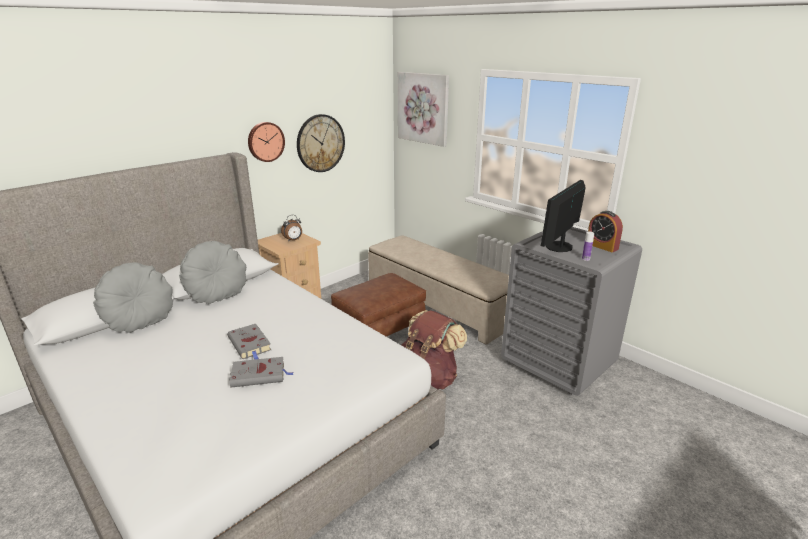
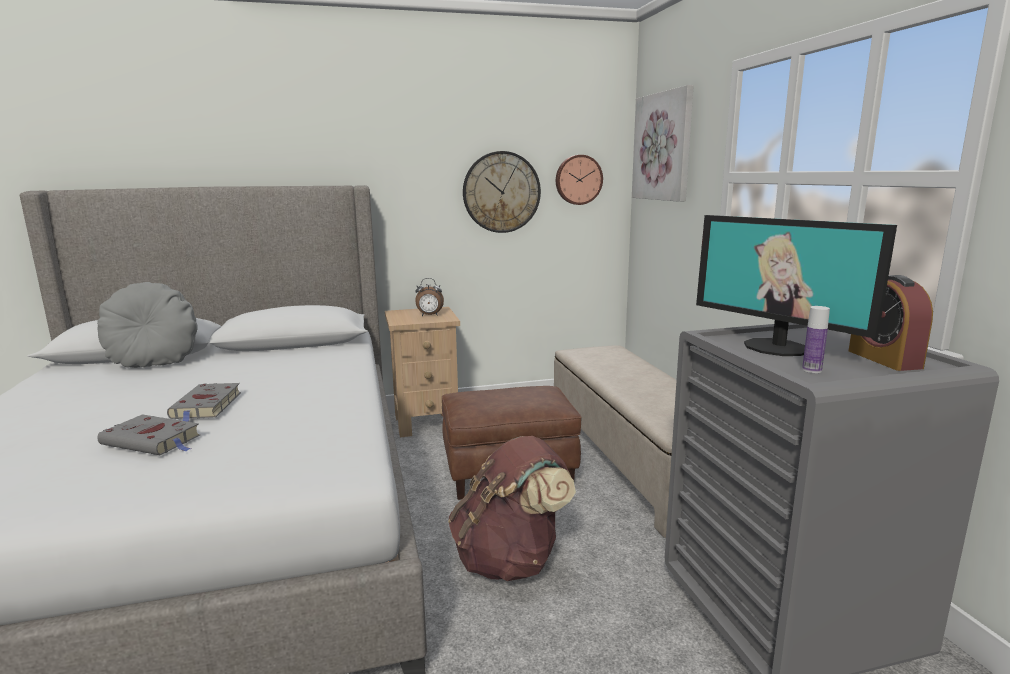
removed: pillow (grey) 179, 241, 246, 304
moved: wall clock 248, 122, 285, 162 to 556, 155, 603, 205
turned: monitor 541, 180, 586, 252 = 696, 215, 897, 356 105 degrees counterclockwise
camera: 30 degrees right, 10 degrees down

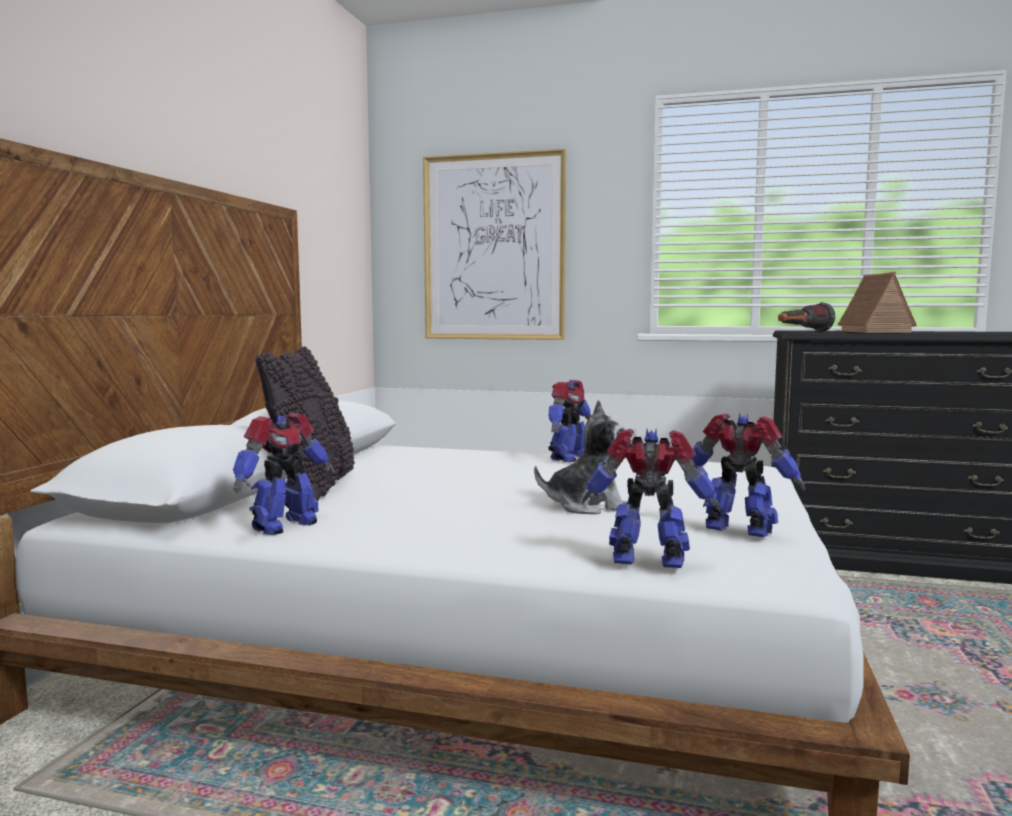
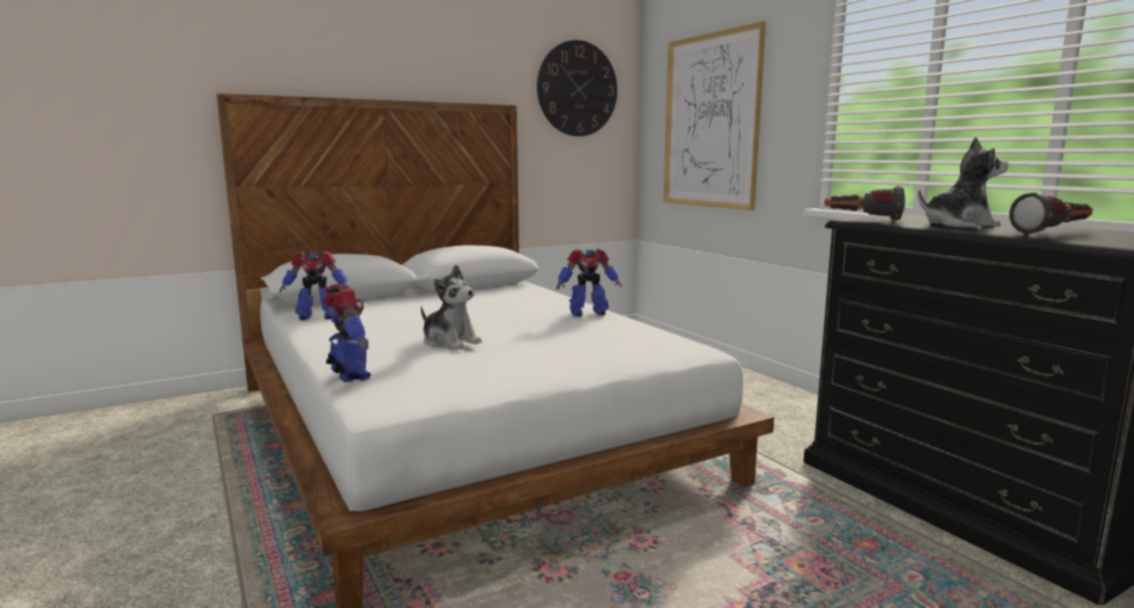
removed: pillow (black) 255, 346, 355, 501; toy robot 684, 413, 805, 537
added: wall clock 537, 40, 617, 136; flashlight 1009, 192, 1093, 234
replaced: toy house 836, 272, 917, 333 to plush toy 918, 137, 1009, 228
camera: 45 degrees right, 5 degrees up

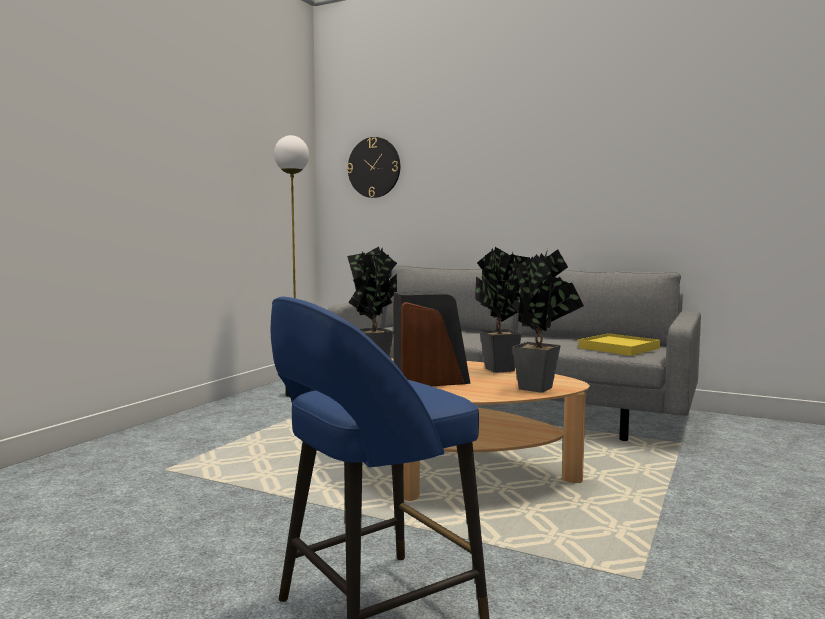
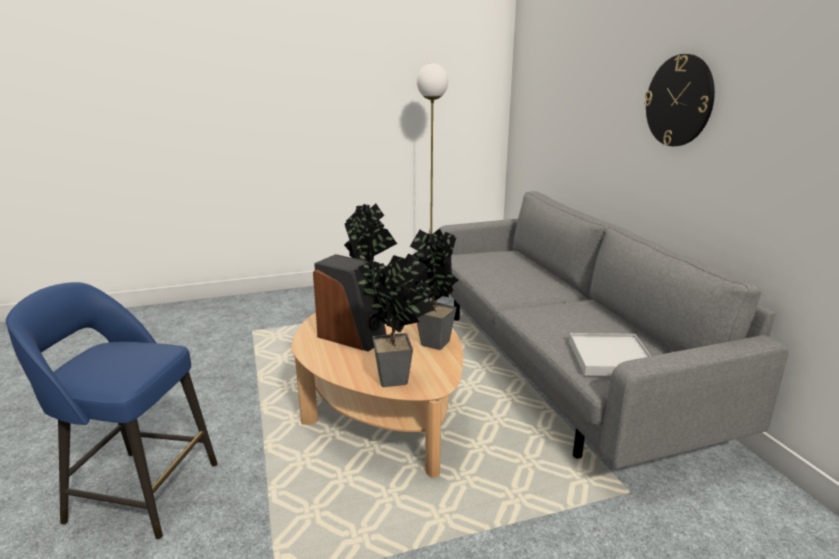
moved: wall clock 347, 137, 400, 198 to 644, 54, 715, 146
recoloured: tray (yellow) 578, 333, 660, 356 to tray (white) 569, 333, 651, 376
camera: 45 degrees right, 15 degrees up

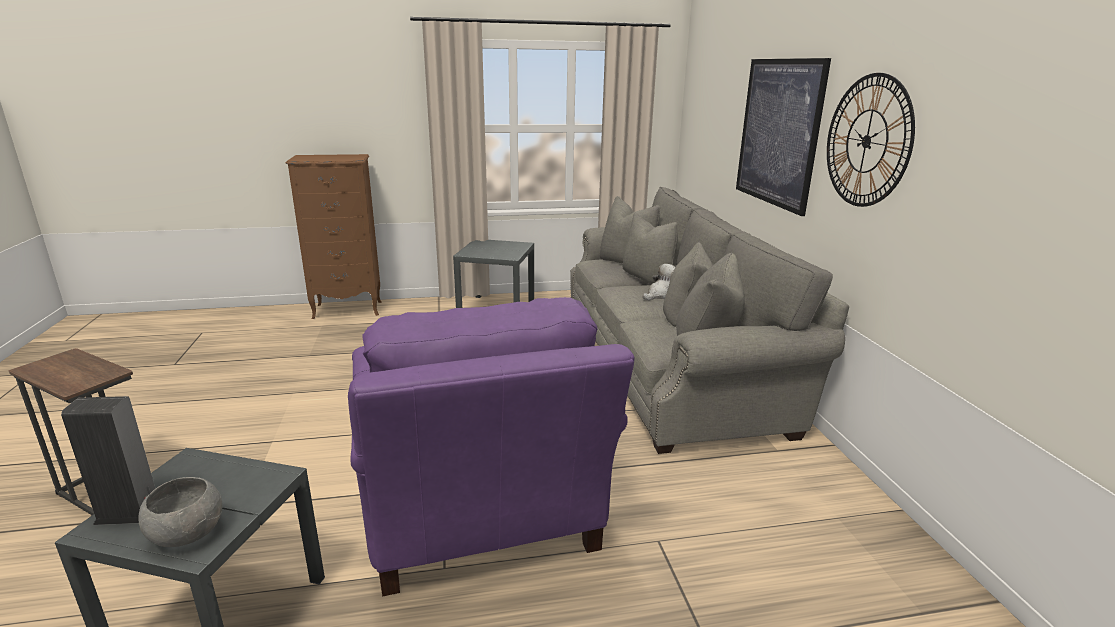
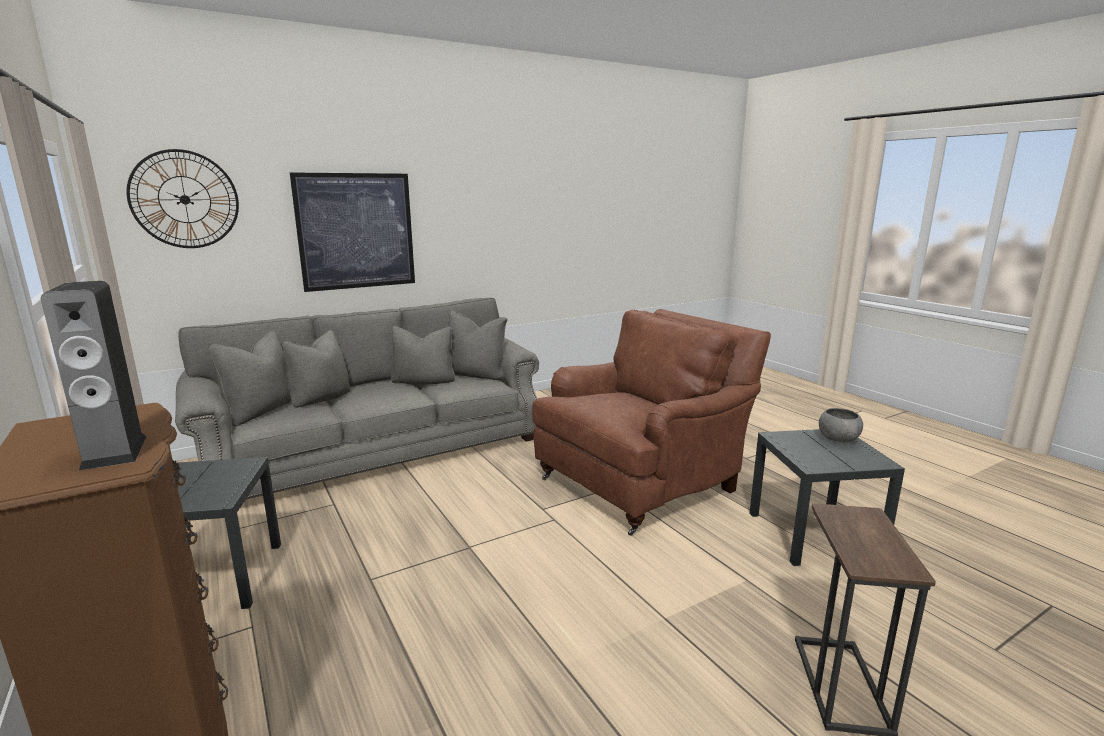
removed: plush toy 643, 264, 675, 300
moved: speaker 61, 396, 155, 525 to 41, 281, 146, 470; wall clock 827, 73, 915, 207 to 126, 149, 239, 248
recoloured: armchair (purple) 348, 297, 635, 597 to armchair (brown) 532, 309, 771, 536
camera: 110 degrees left, 5 degrees down

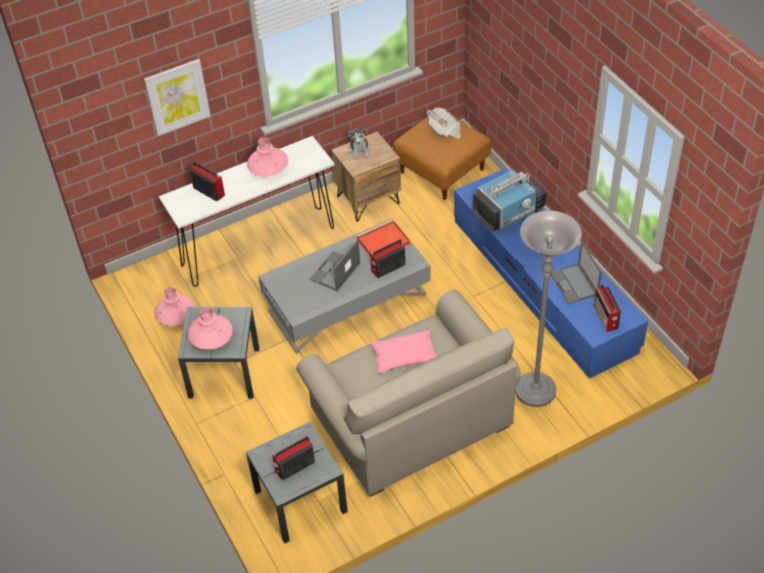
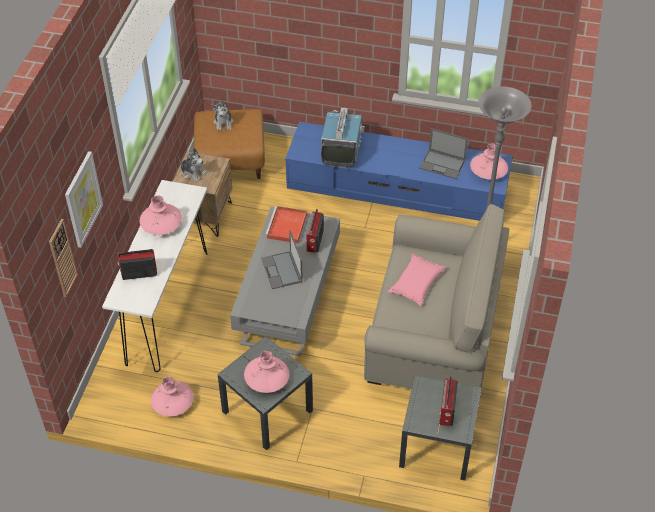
added: wall clock 49, 219, 78, 297
replaced: newspaper 427, 108, 460, 138 to plush toy 211, 101, 234, 131; radio 594, 284, 621, 332 to vase (pink) 470, 144, 508, 180
camera: 50 degrees left, 0 degrees up

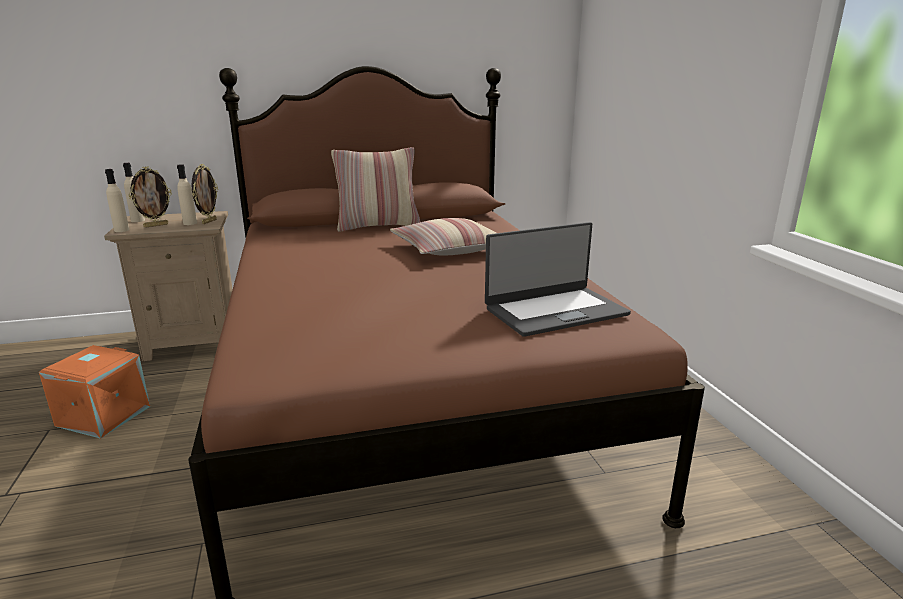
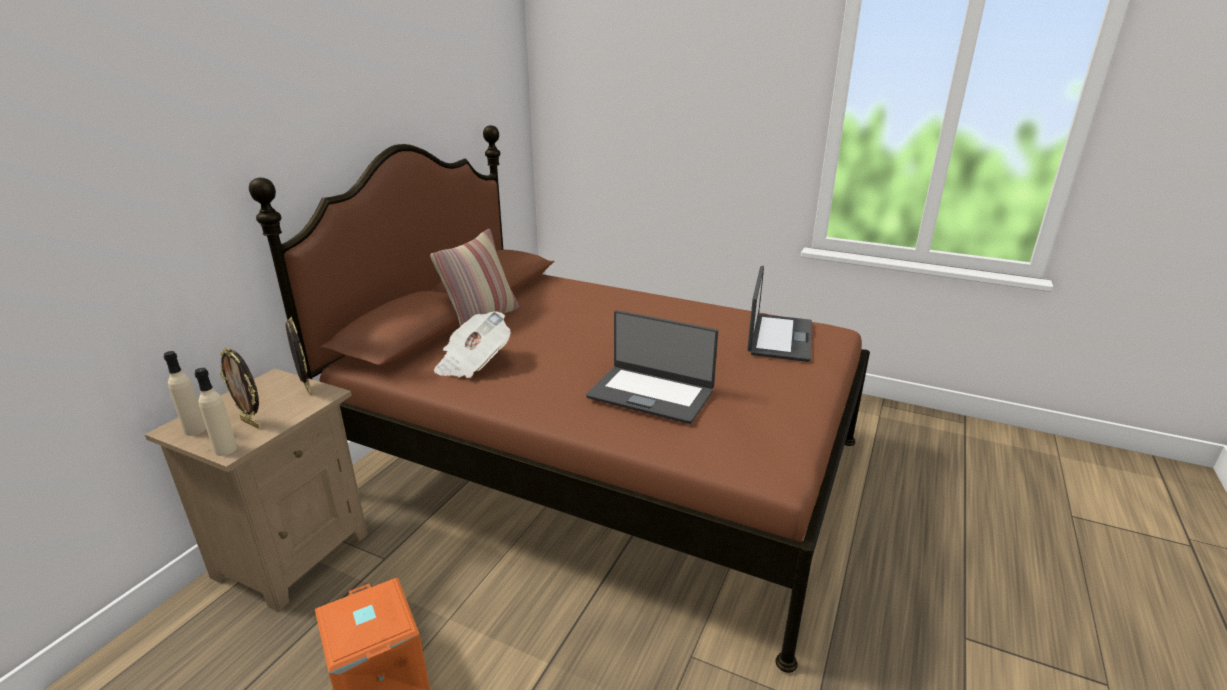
removed: bottle (beige) 177, 164, 197, 225; pillow 390, 218, 496, 256
added: newspaper 434, 311, 511, 378; laptop 586, 310, 718, 424
turned: picture frame 129, 166, 172, 228 = 220, 347, 260, 429 120 degrees clockwise
camera: 50 degrees left, 5 degrees up

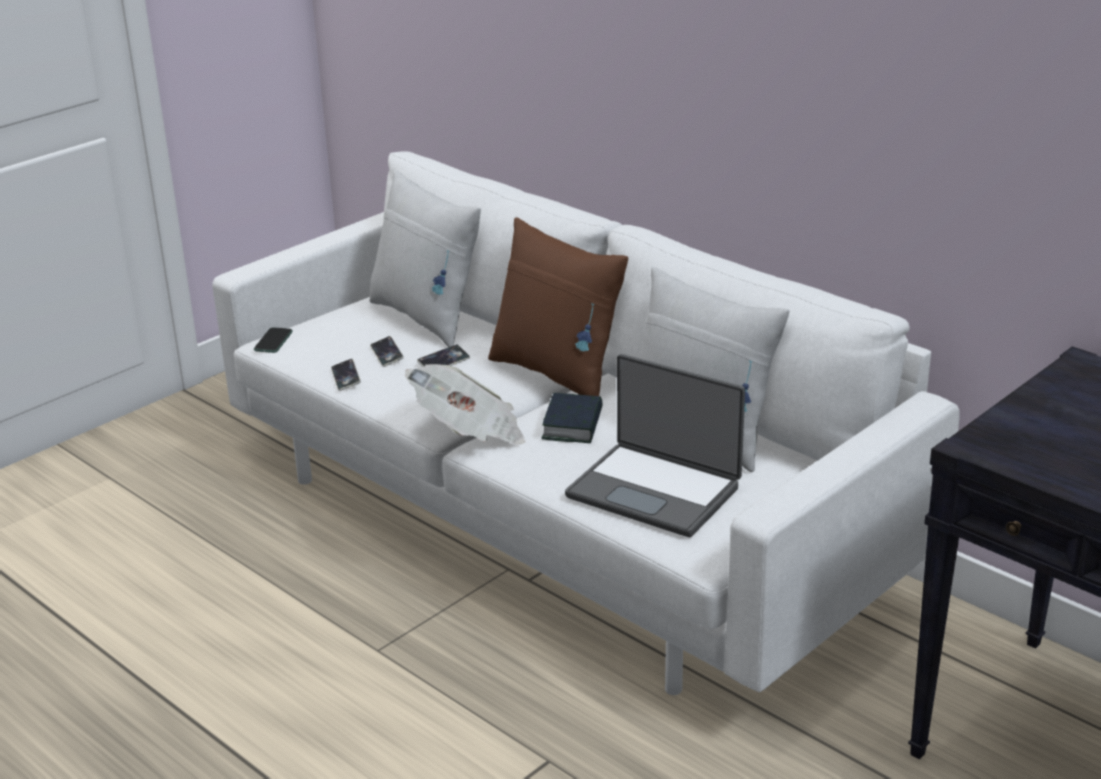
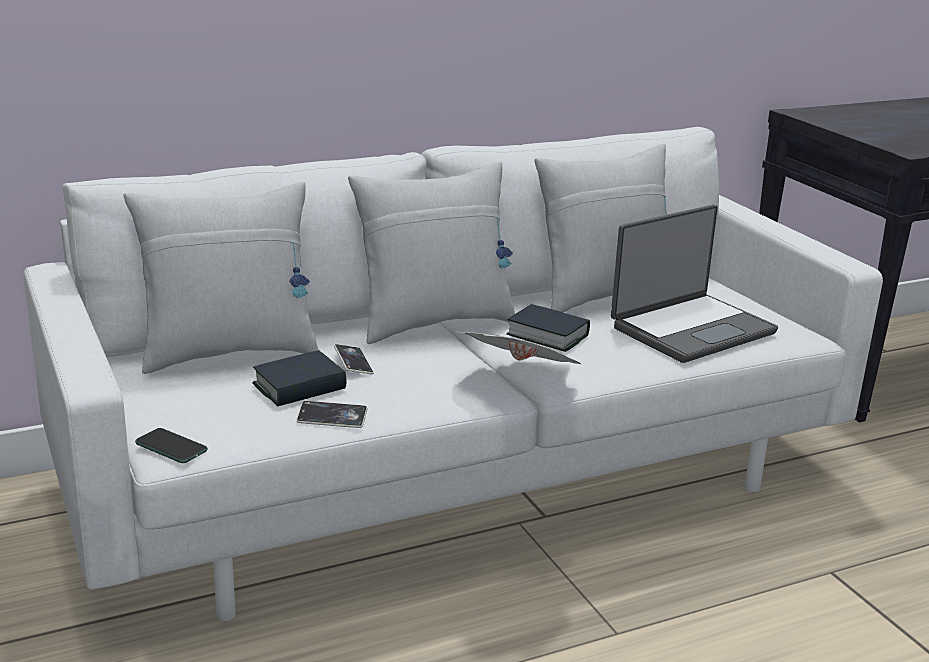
replaced: phone 370, 336, 404, 367 to book 252, 350, 347, 407
recoloured: pillow (brown) 488, 217, 628, 396 to pillow (grey) 348, 161, 515, 344
camera: 70 degrees left, 5 degrees down

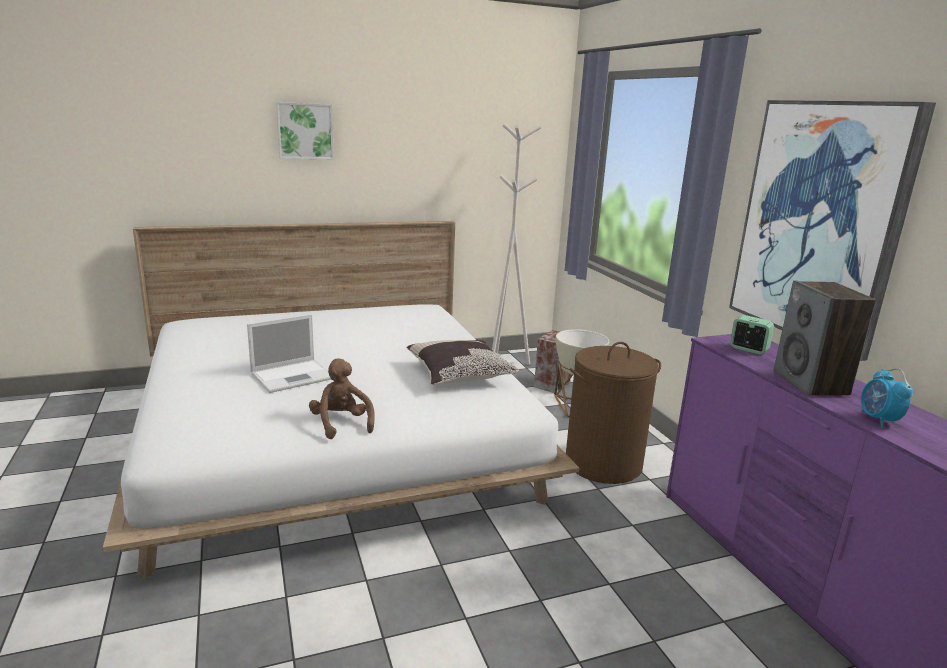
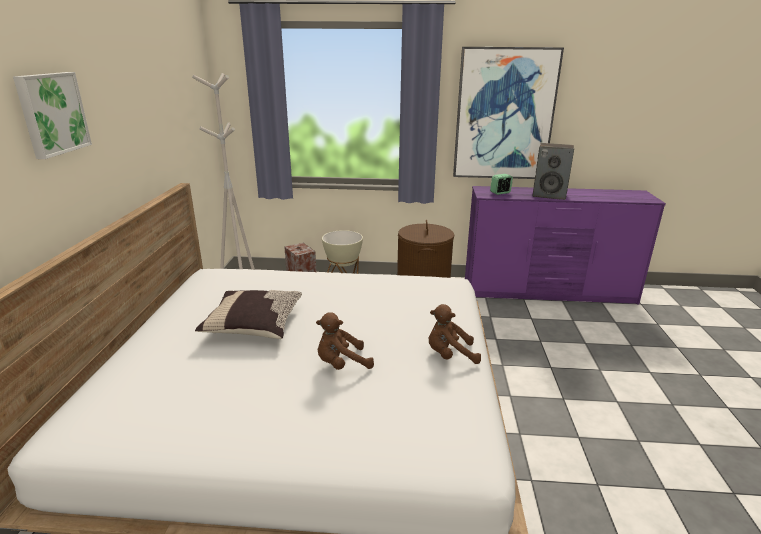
removed: alarm clock 861, 368, 913, 427
moved: pillow 406, 340, 519, 385 to 195, 290, 302, 339
replaced: laptop 247, 314, 332, 393 to plush toy (brown) 316, 312, 374, 370
camera: 65 degrees left, 5 degrees up

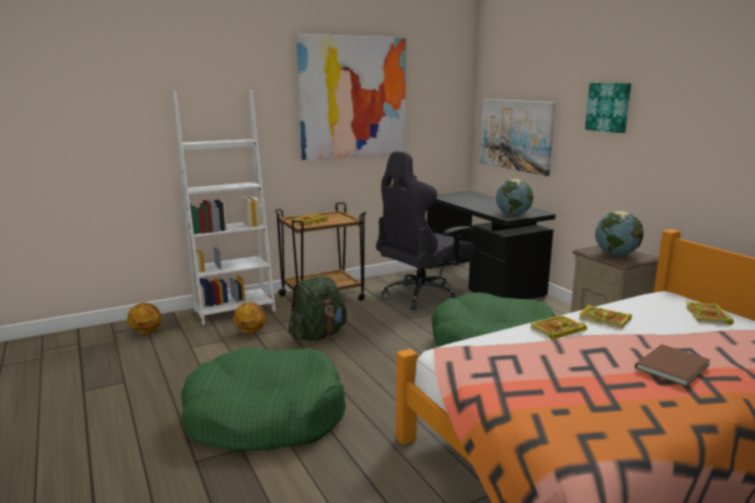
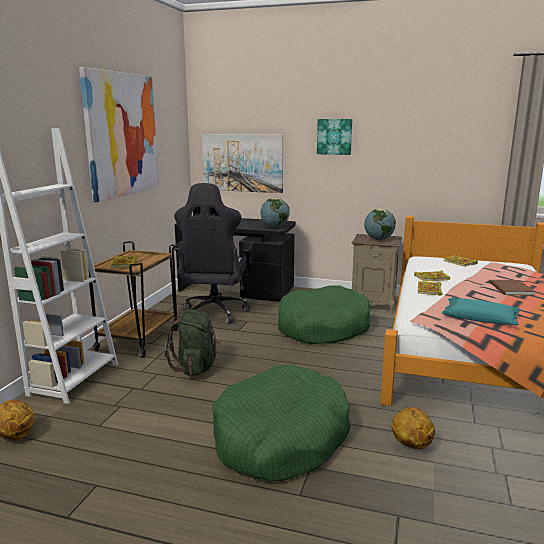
added: pillow (turquoise) 442, 297, 521, 325
moved: basketball 233, 302, 266, 334 to 391, 407, 435, 450
camera: 45 degrees left, 0 degrees up

